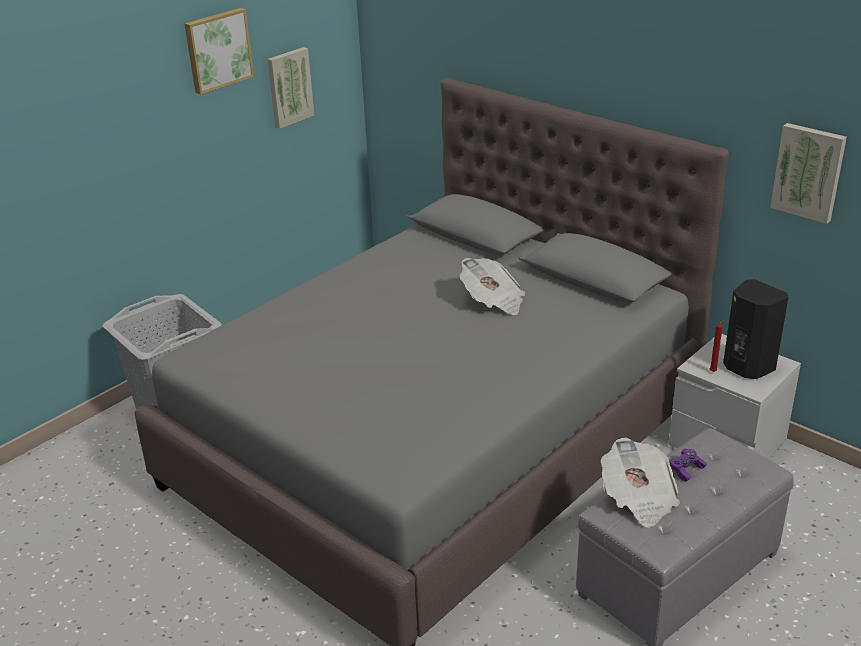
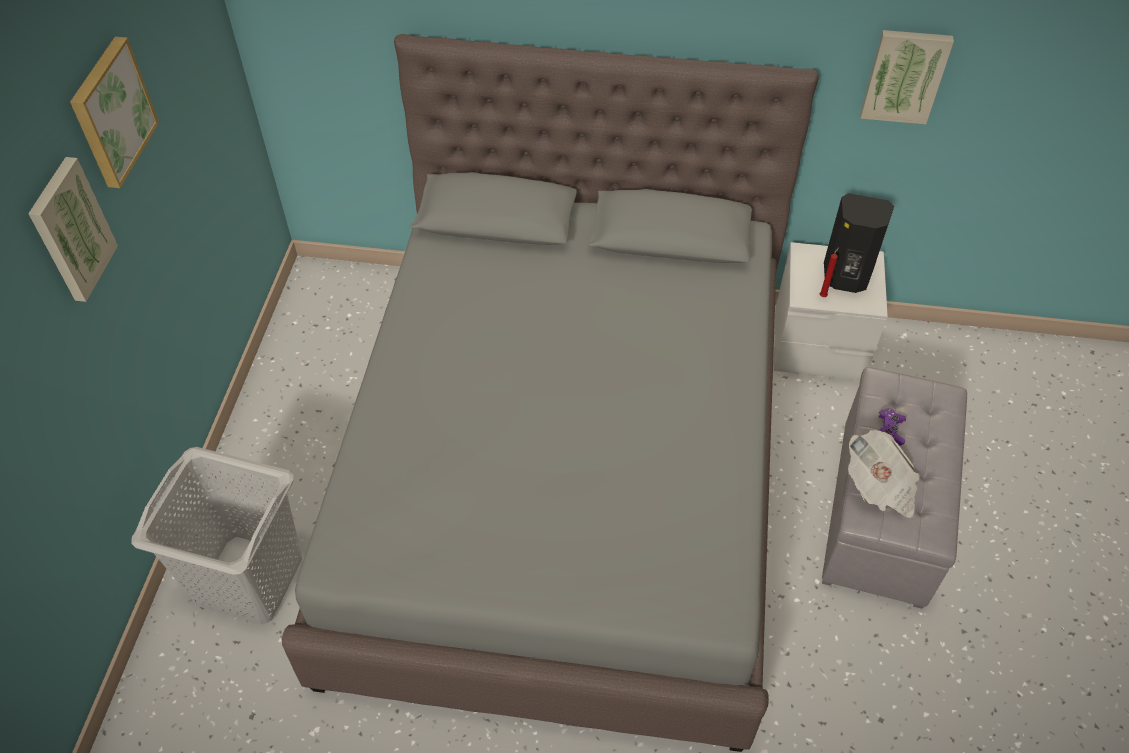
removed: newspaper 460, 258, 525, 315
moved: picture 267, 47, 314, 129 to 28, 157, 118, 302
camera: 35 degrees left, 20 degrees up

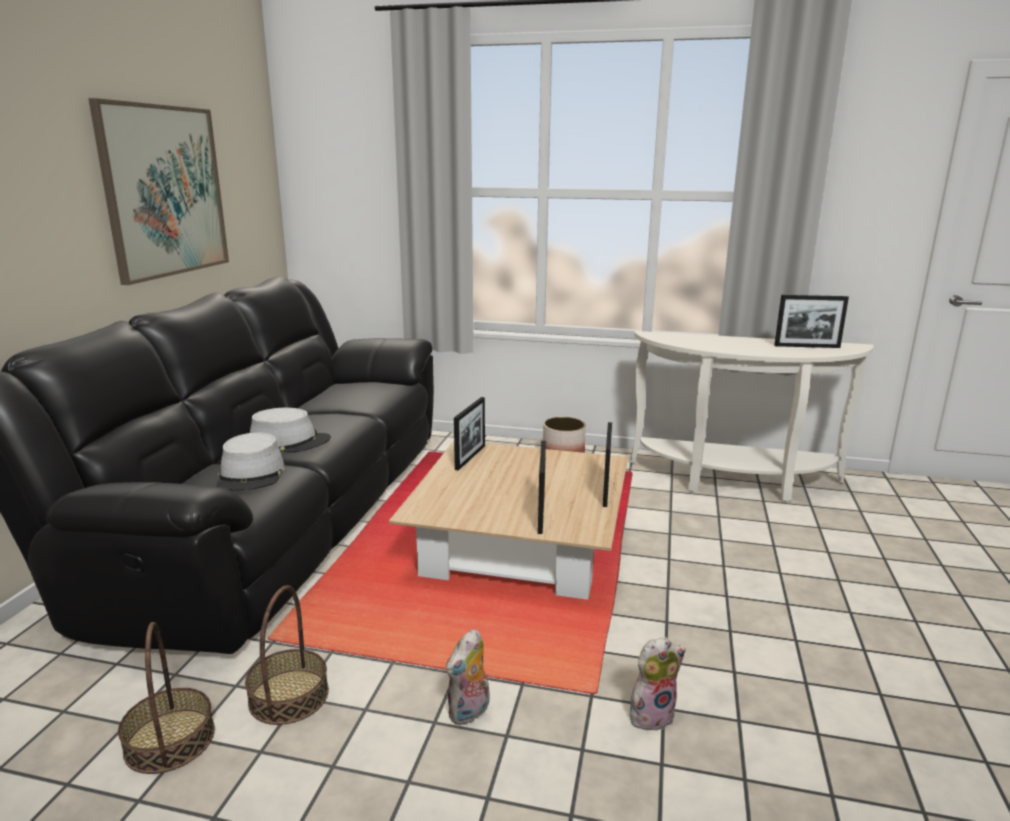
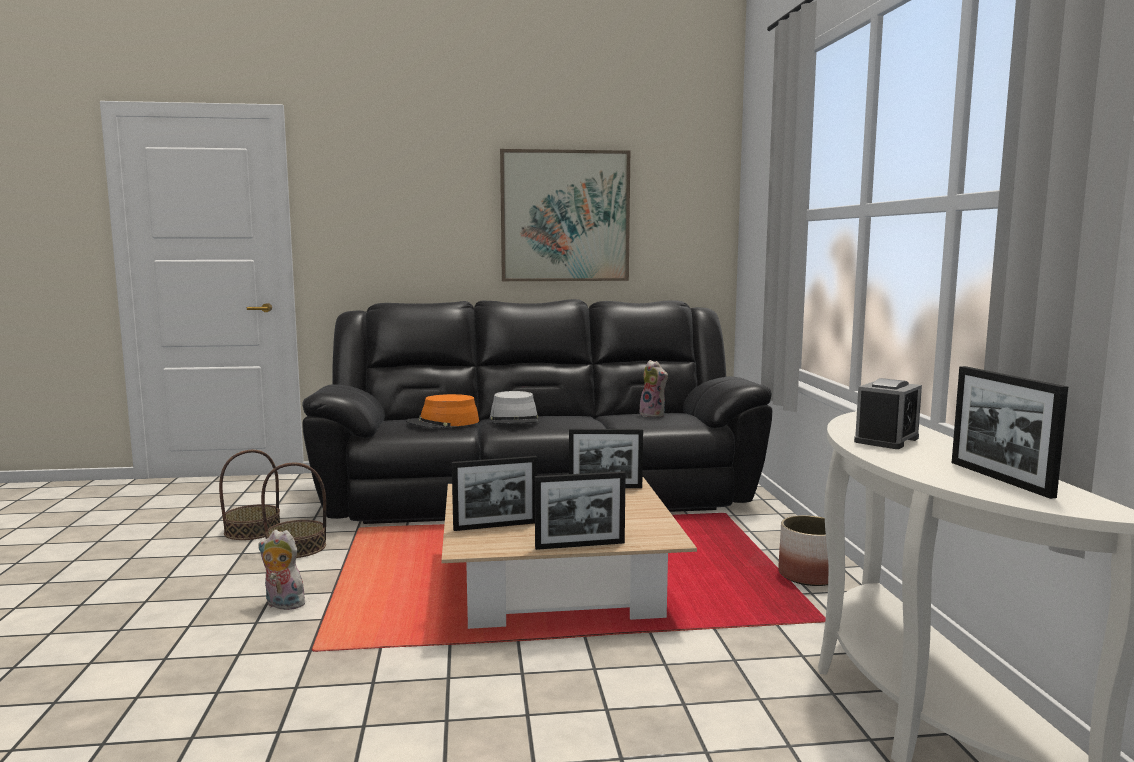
added: alarm clock 854, 378, 922, 449
moved: plush toy 630, 637, 686, 731 to 639, 360, 668, 417
recoloured: hat (grey) 216, 432, 285, 491 to hat (orange) 406, 394, 479, 429
camera: 70 degrees right, 10 degrees down

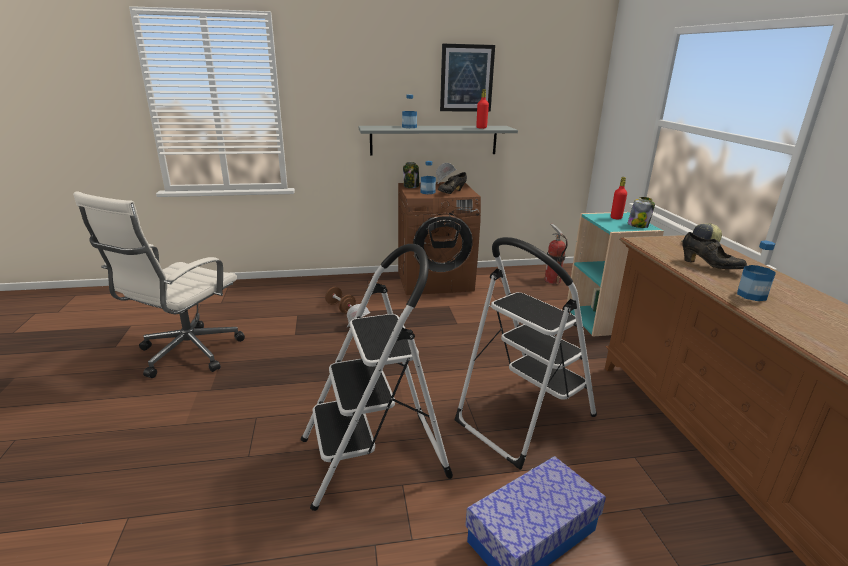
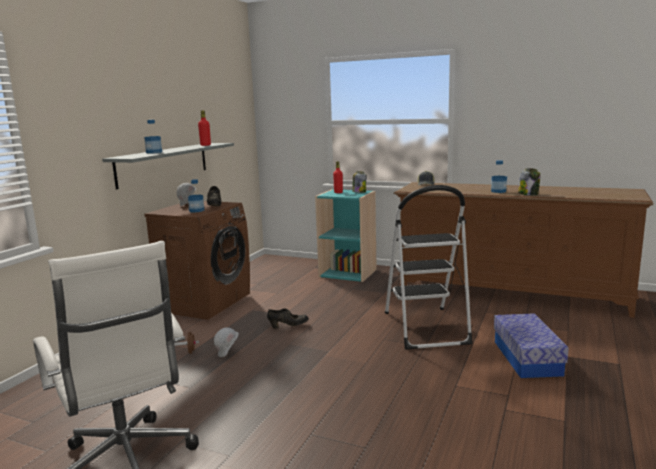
removed: step ladder 301, 244, 453, 511; picture 440, 44, 495, 112; fire extinguisher 544, 224, 568, 284
moved: jar 403, 162, 419, 188 to 518, 168, 541, 196; shoe (black) 682, 232, 747, 269 to 267, 308, 309, 329
camera: 55 degrees left, 10 degrees down

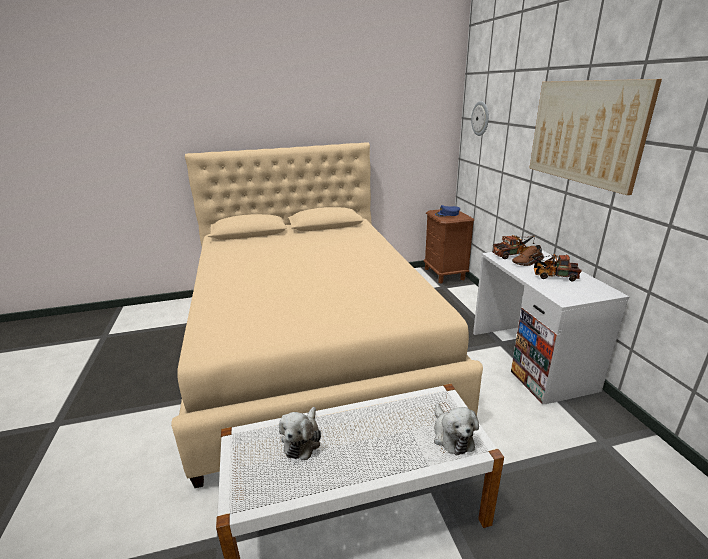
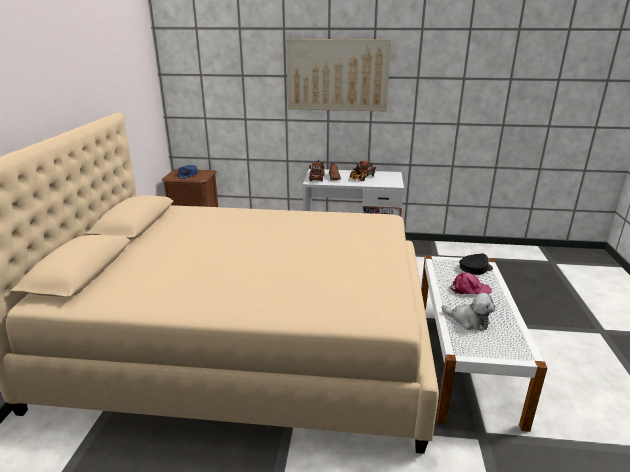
removed: wall clock 471, 101, 489, 136
added: cap (pink) 450, 272, 492, 295
replaced: plush toy 434, 403, 479, 455 to cap (black) 459, 253, 493, 275
camera: 70 degrees left, 0 degrees up

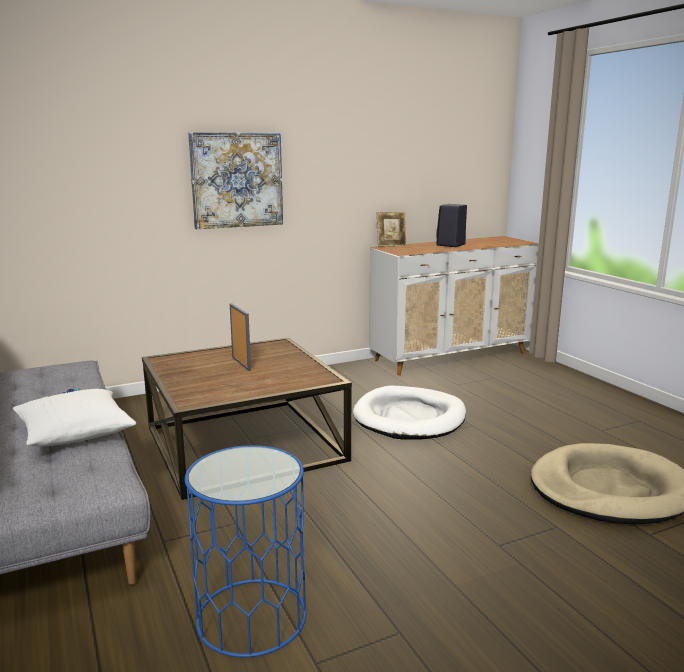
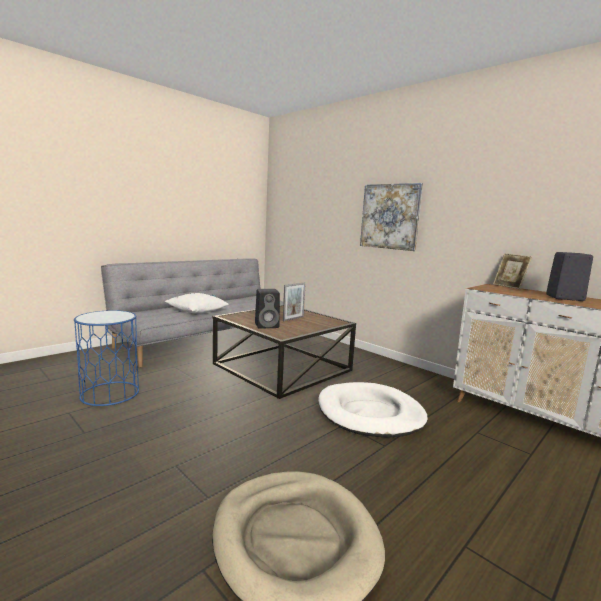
added: speaker (black) 255, 289, 280, 329
camera: 70 degrees right, 5 degrees down

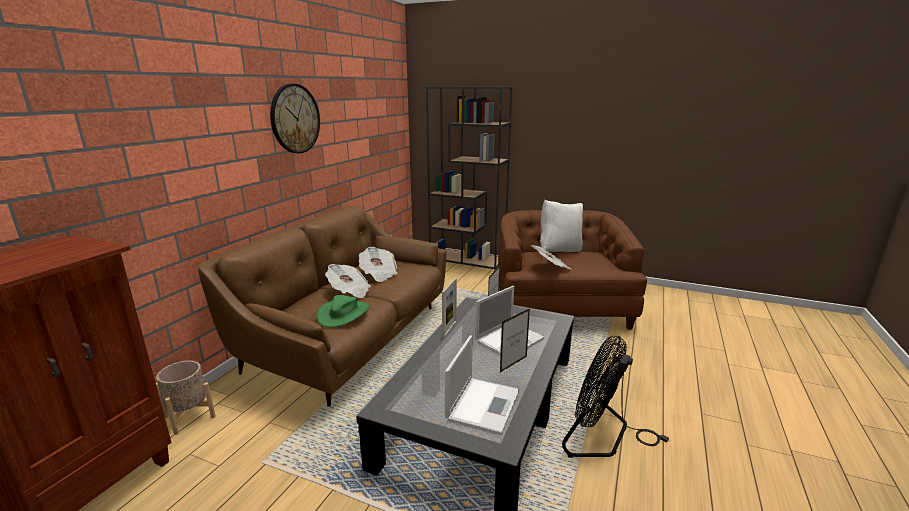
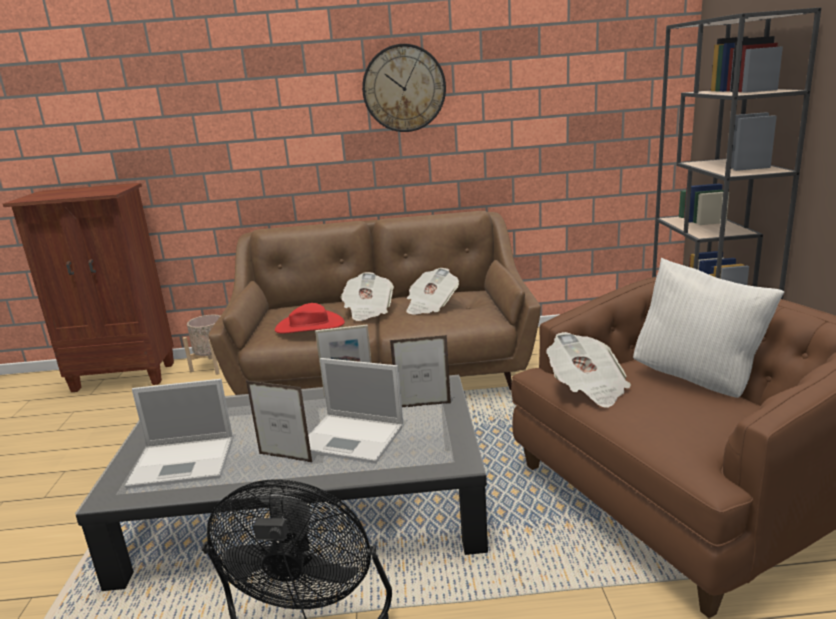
recoloured: hat (green) 317, 295, 370, 328 to hat (red) 275, 303, 345, 334
camera: 65 degrees right, 0 degrees up

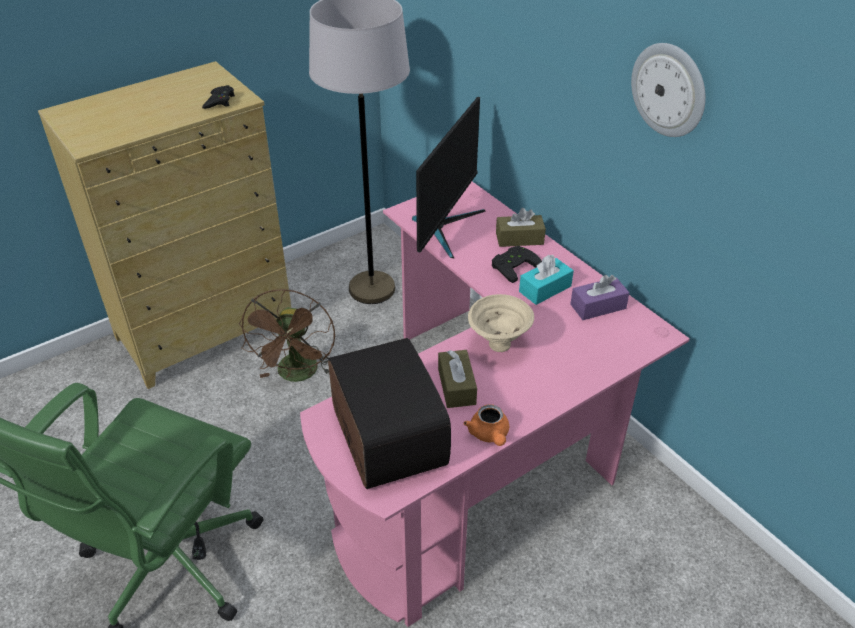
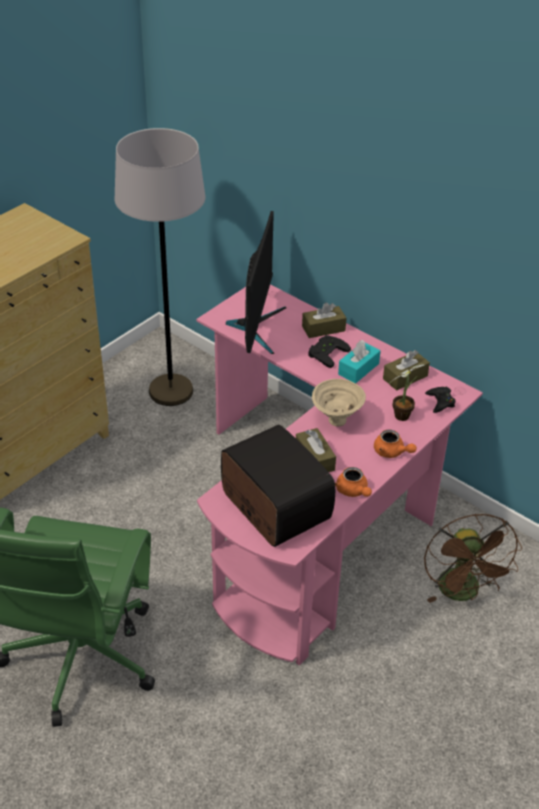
removed: wall clock 631, 43, 706, 137
added: teapot (orange) 374, 430, 417, 458; potted plant 390, 363, 424, 421
moved: game controller (black) 202, 85, 235, 109 to 425, 387, 455, 413; fan (brown) 239, 289, 335, 382 to 424, 514, 522, 603
recoloured: tissue box (purple) 570, 275, 630, 320 to tissue box (brown) 383, 350, 430, 391
camera: 15 degrees left, 0 degrees up

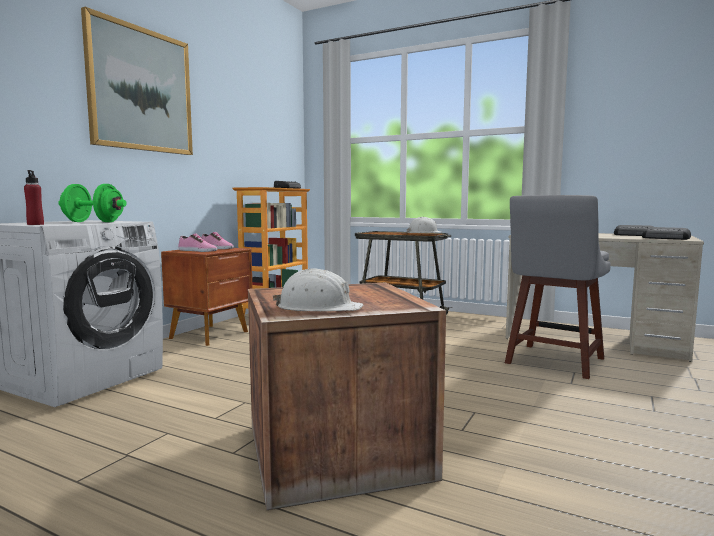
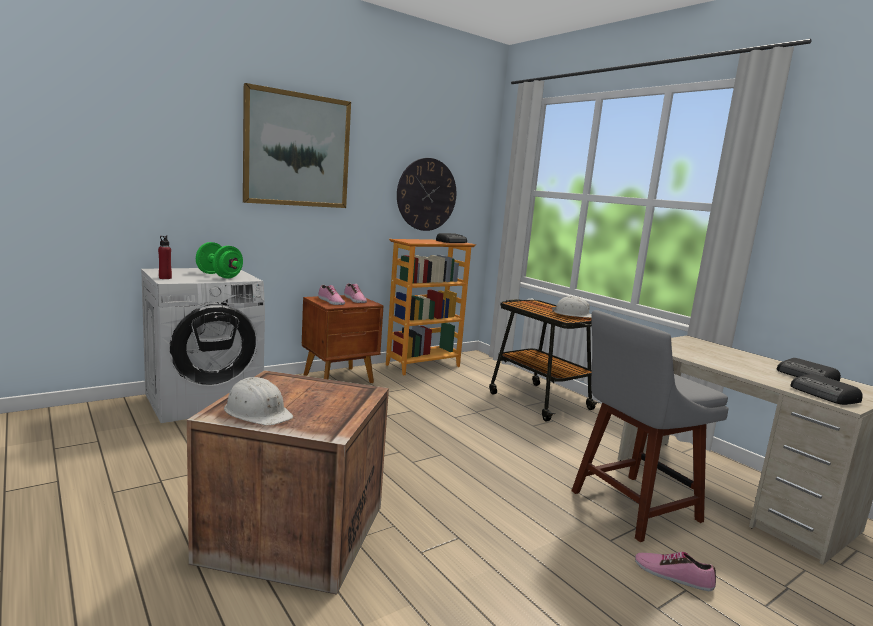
added: wall clock 397, 158, 456, 231; shoe 635, 552, 716, 591
camera: 25 degrees right, 5 degrees up

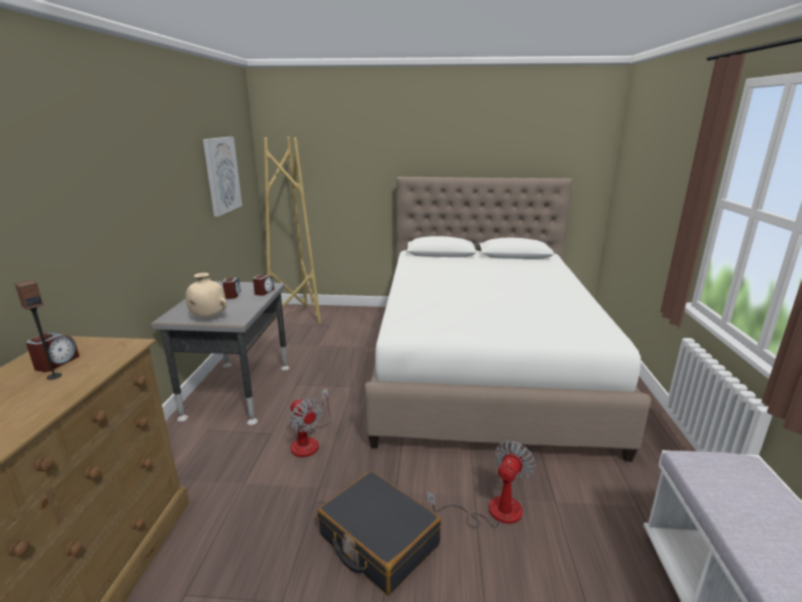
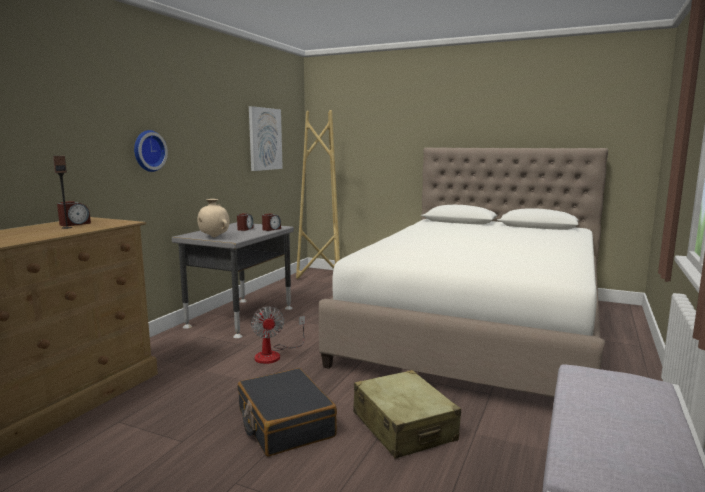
added: wall clock 134, 130, 168, 172
replaced: fan 427, 441, 536, 528 to suitcase (beige) 353, 370, 461, 459
camera: 20 degrees right, 10 degrees down

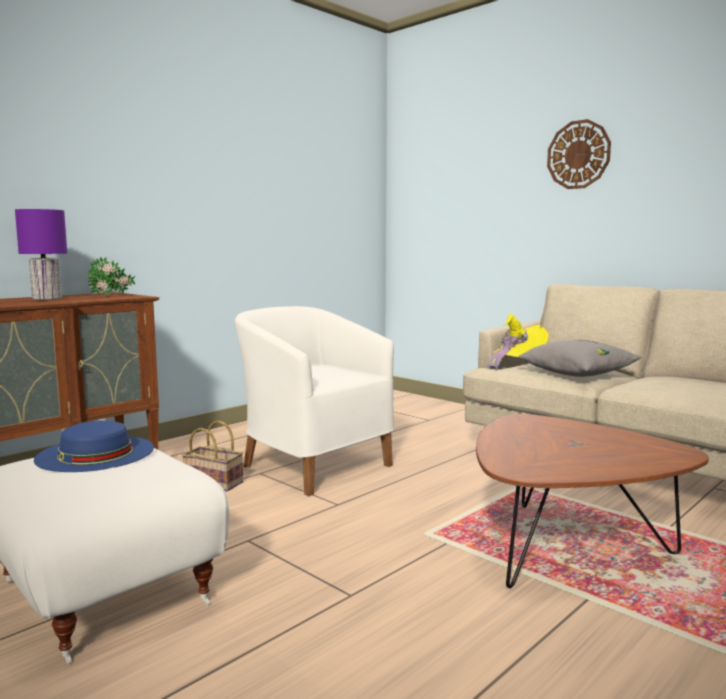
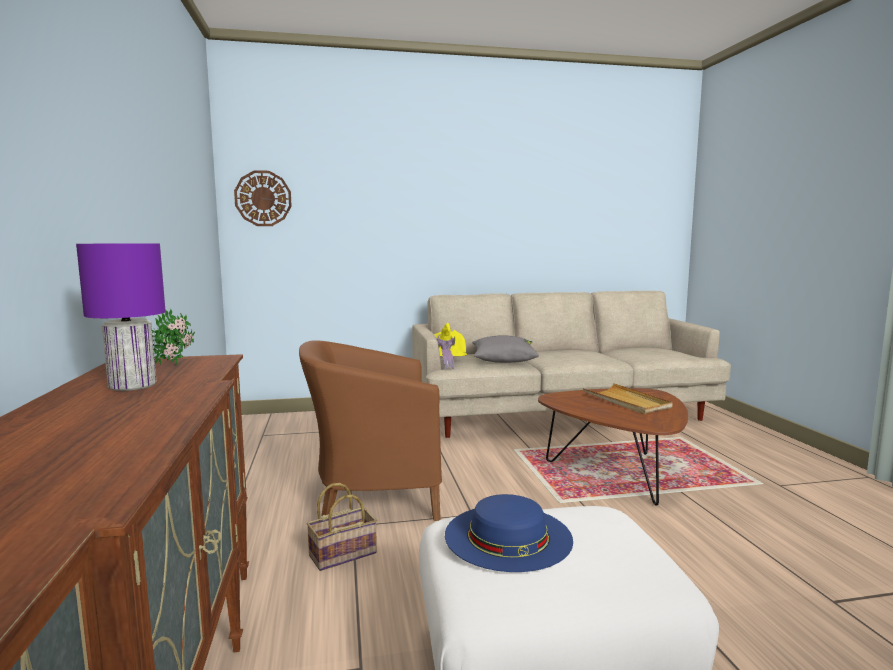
added: tray (beige) 583, 383, 673, 414
moved: wall clock 547, 119, 611, 189 to 234, 170, 292, 226
recoloured: armchair (white) 235, 306, 394, 496 to armchair (brown) 299, 340, 442, 521
camera: 55 degrees left, 0 degrees up

